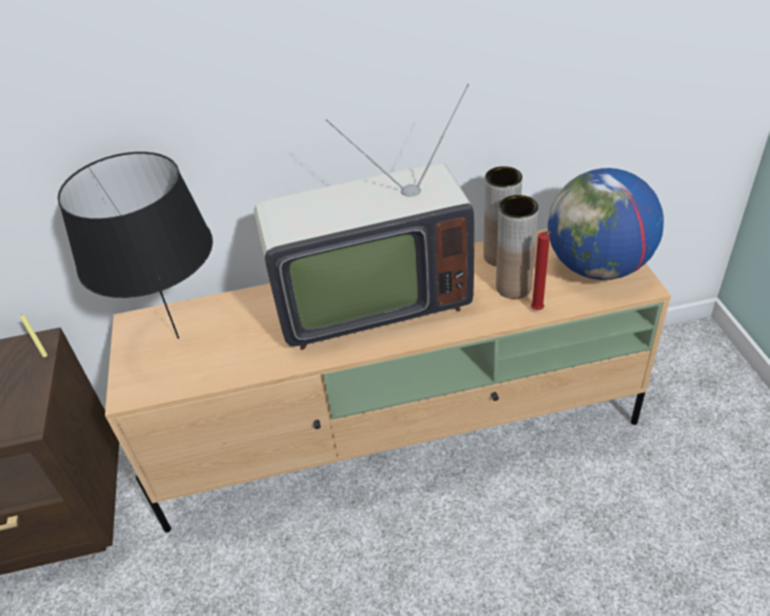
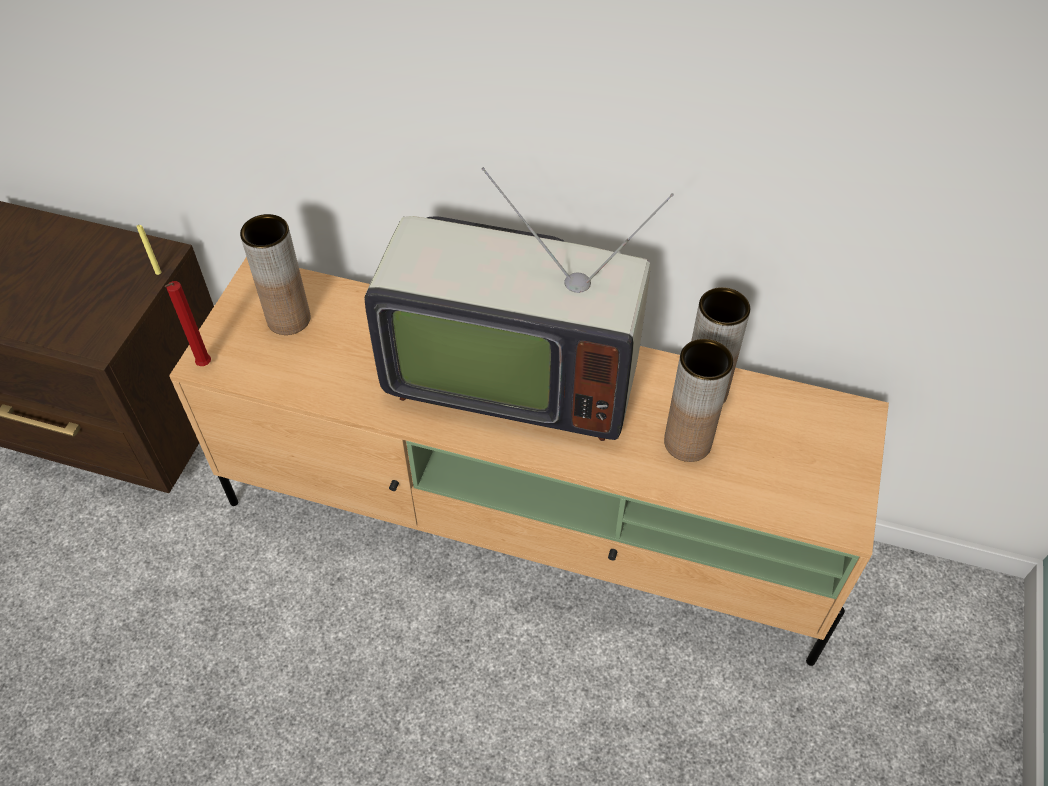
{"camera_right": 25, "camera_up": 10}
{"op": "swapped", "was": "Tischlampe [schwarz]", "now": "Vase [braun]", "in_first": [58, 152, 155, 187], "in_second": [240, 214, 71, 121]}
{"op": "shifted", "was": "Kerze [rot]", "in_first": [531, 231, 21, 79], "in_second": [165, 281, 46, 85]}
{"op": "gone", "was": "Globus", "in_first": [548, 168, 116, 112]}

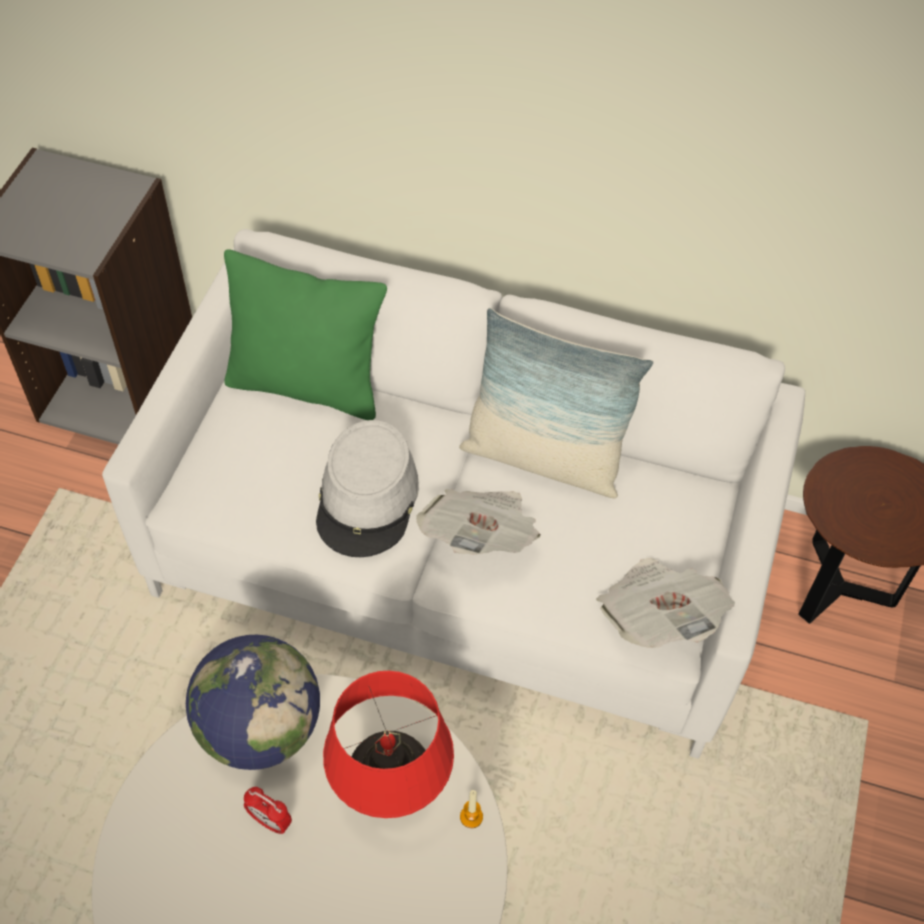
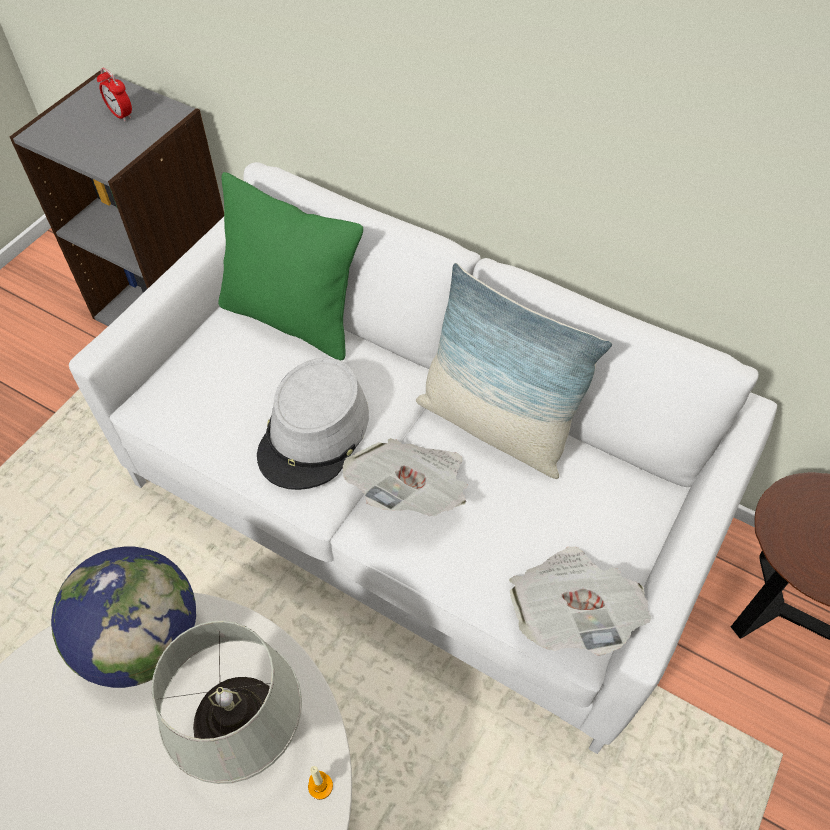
{"camera_right": 15, "camera_up": 0}
{"op": "shifted", "was": "Wecker", "in_first": [244, 787, 48, 47], "in_second": [97, 68, 35, 54]}
{"op": "repainted", "was": "Tischlampe [rot]", "now": "Tischlampe [weiß]", "in_first": [323, 671, 131, 147], "in_second": [151, 621, 151, 163]}

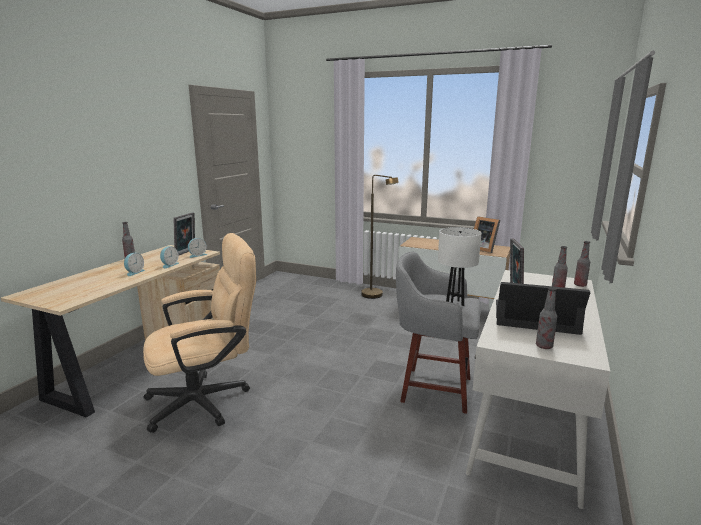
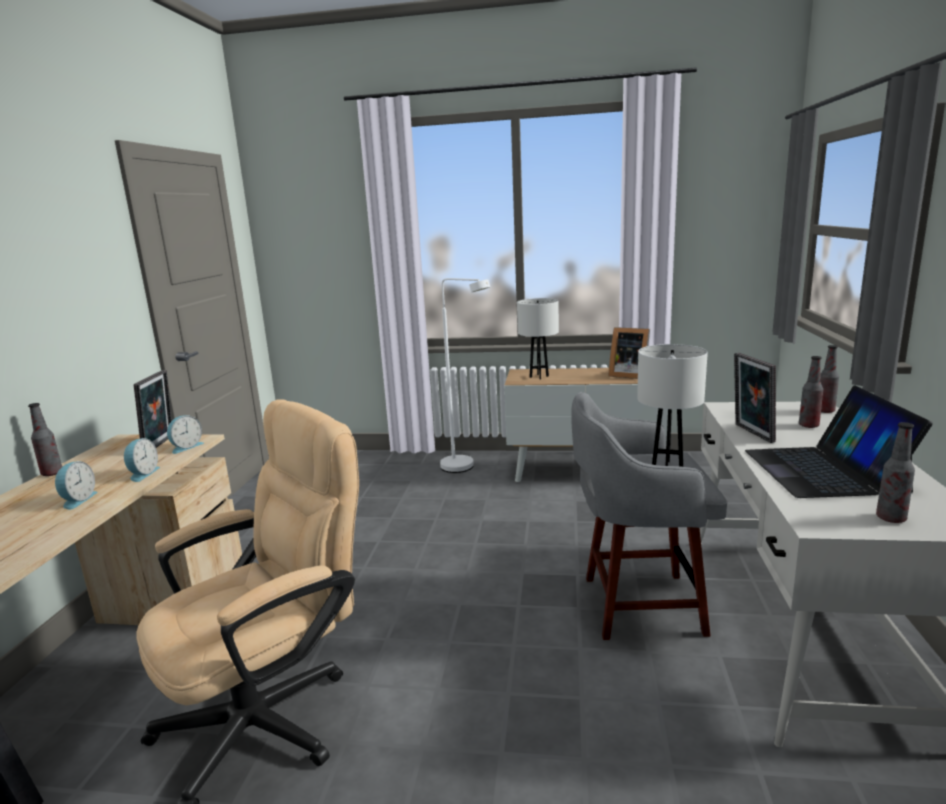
{"camera_right": -15, "camera_up": 0}
{"op": "repainted", "was": "Stehlampe [braun]", "now": "Stehlampe [weiß]", "in_first": [361, 175, 38, 124], "in_second": [440, 278, 50, 195]}
{"op": "rotated", "was": "Laptop", "in_first": [496, 282, 94, 53], "in_second": [745, 386, 188, 112], "clockwise": -90}
{"op": "new", "now": "Tischlampe [weiß]", "in_second": [517, 298, 42, 81]}

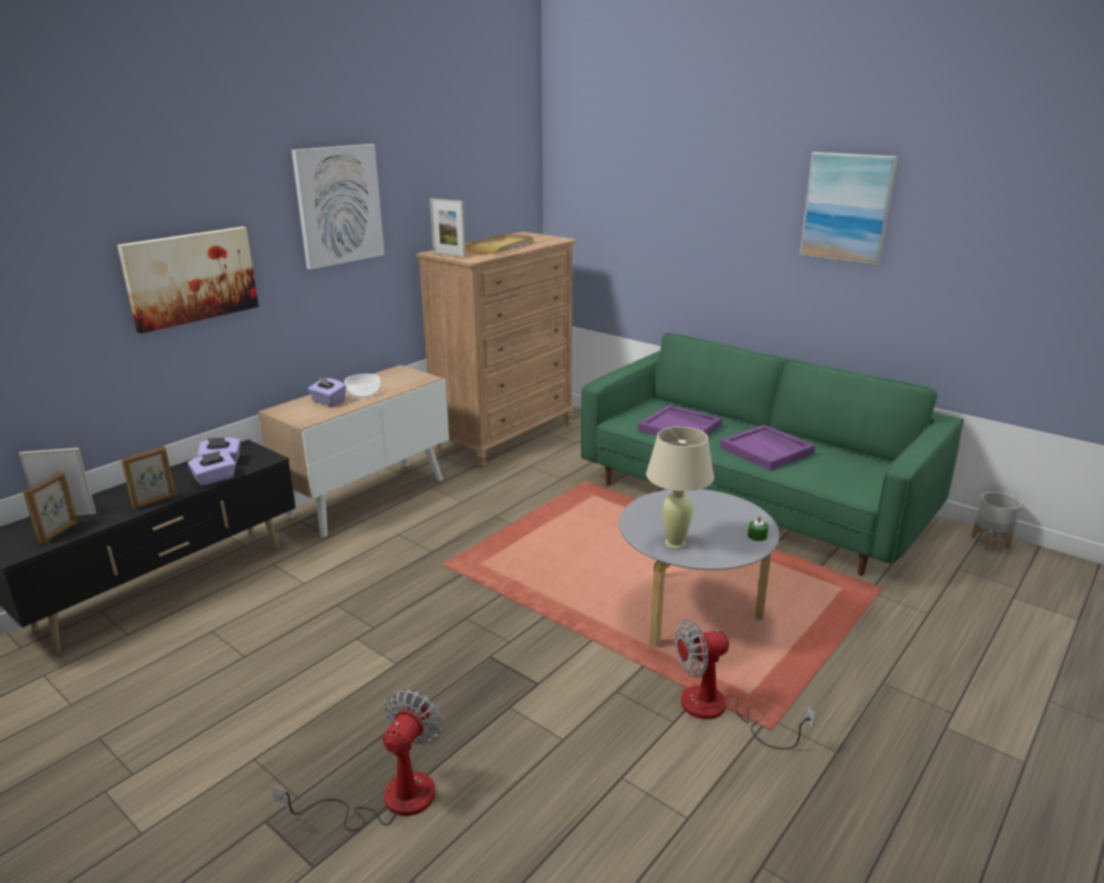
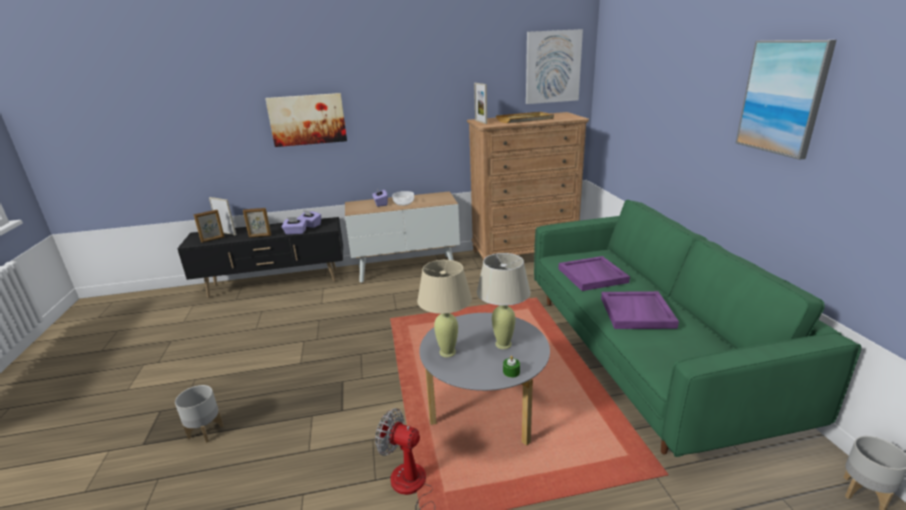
{"camera_right": 40, "camera_up": 0}
{"op": "swapped", "was": "Ventilator", "now": "Pflanzkübel [grau]", "in_first": [273, 690, 170, 141], "in_second": [175, 385, 49, 58]}
{"op": "shifted", "was": "Bild", "in_first": [292, 144, 93, 126], "in_second": [526, 29, 57, 75]}
{"op": "new", "now": "Tischlampe [beige]", "in_second": [477, 253, 54, 96]}

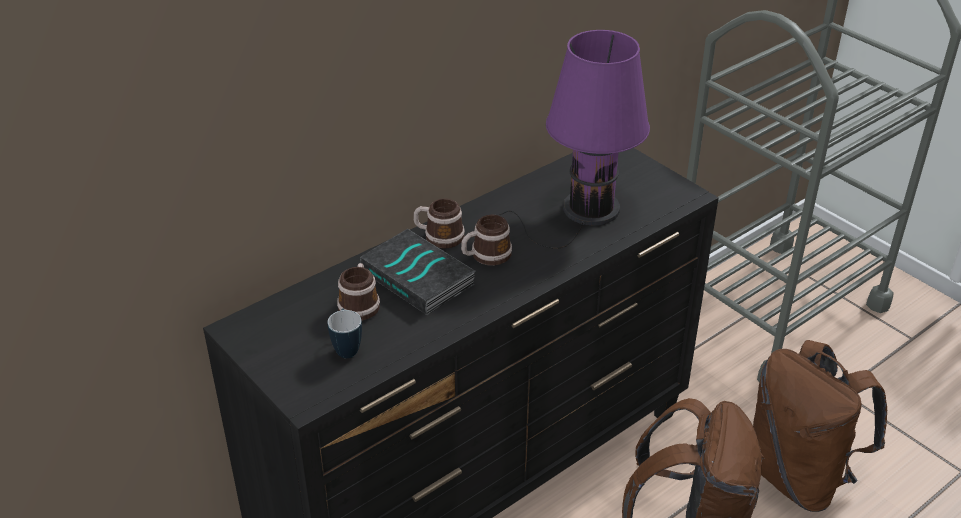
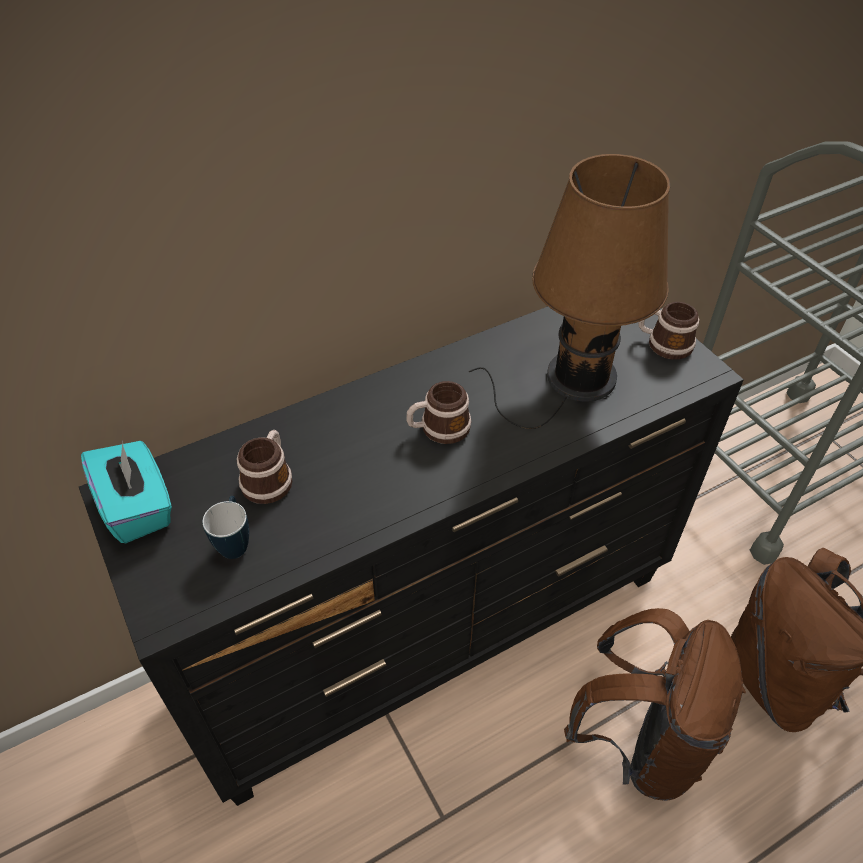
{"camera_right": 10, "camera_up": 10}
{"op": "gone", "was": "Buch", "in_first": [360, 228, 116, 87]}
{"op": "shifted", "was": "Henkelbecher", "in_first": [413, 198, 52, 51], "in_second": [638, 302, 61, 58]}
{"op": "repainted", "was": "Tischlampe [lila]", "now": "Tischlampe [braun]", "in_first": [499, 30, 151, 219], "in_second": [469, 154, 201, 275]}
{"op": "new", "now": "Taschentuchbox [türkis]", "in_second": [81, 441, 91, 102]}

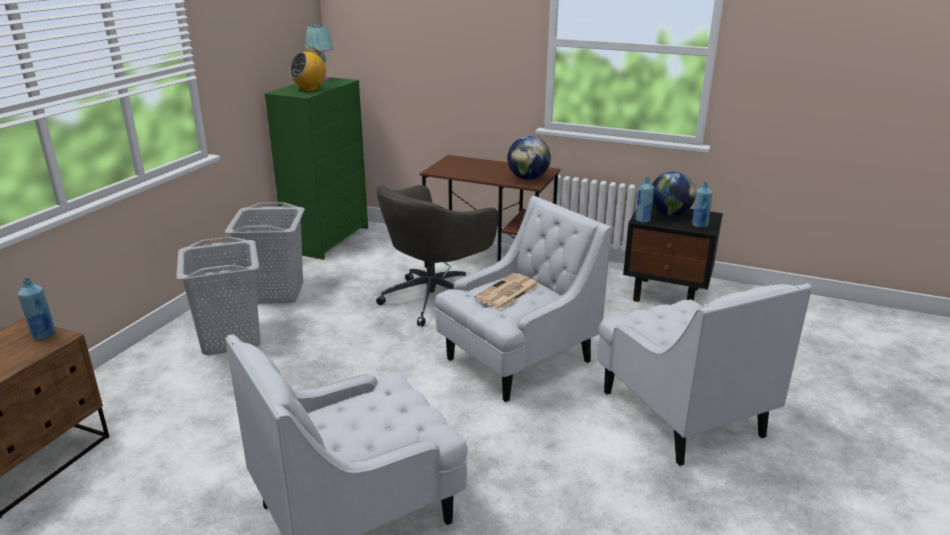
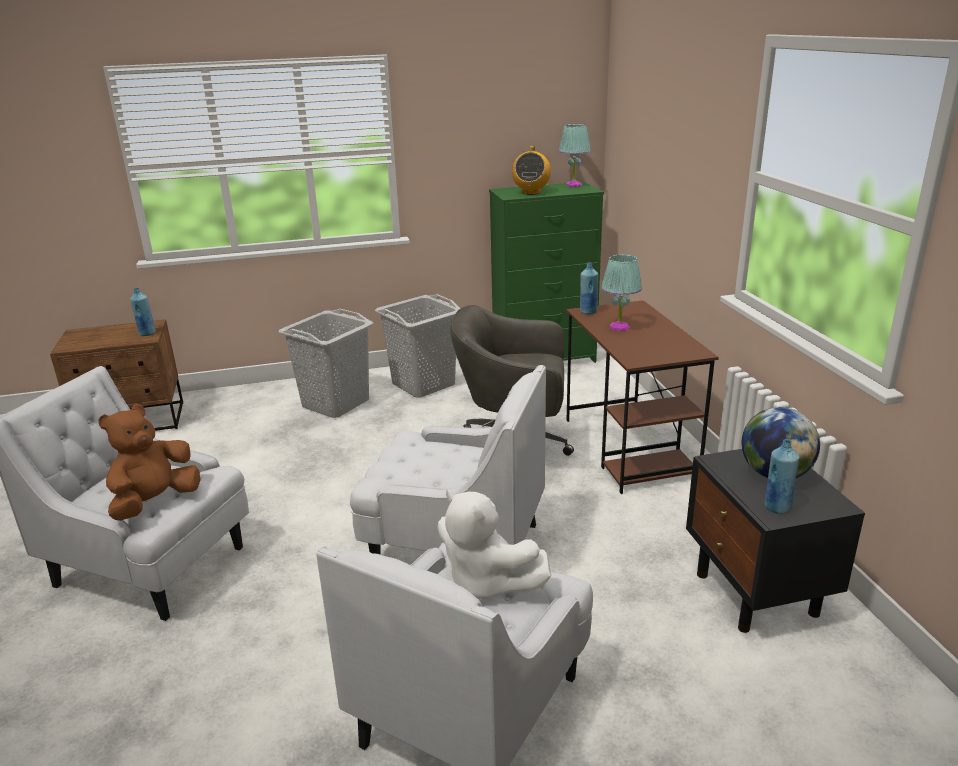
{"camera_right": 55, "camera_up": 0}
{"op": "rotated", "was": "Radio", "in_first": [289, 47, 37, 44], "in_second": [512, 146, 39, 49], "clockwise": -90}
{"op": "gone", "was": "Zeitung", "in_first": [474, 273, 65, 36]}
{"op": "gone", "was": "Globus", "in_first": [507, 136, 44, 44]}
{"op": "shifted", "was": "Flasche [blau]", "in_first": [635, 177, 19, 46], "in_second": [580, 262, 18, 52]}
{"op": "new", "now": "Plüschtier [braun]", "in_second": [98, 404, 102, 117]}
{"op": "new", "now": "Plüschtier [weiß]", "in_second": [437, 490, 114, 109]}
{"op": "new", "now": "Tischlampe [türkis]", "in_second": [602, 254, 40, 77]}

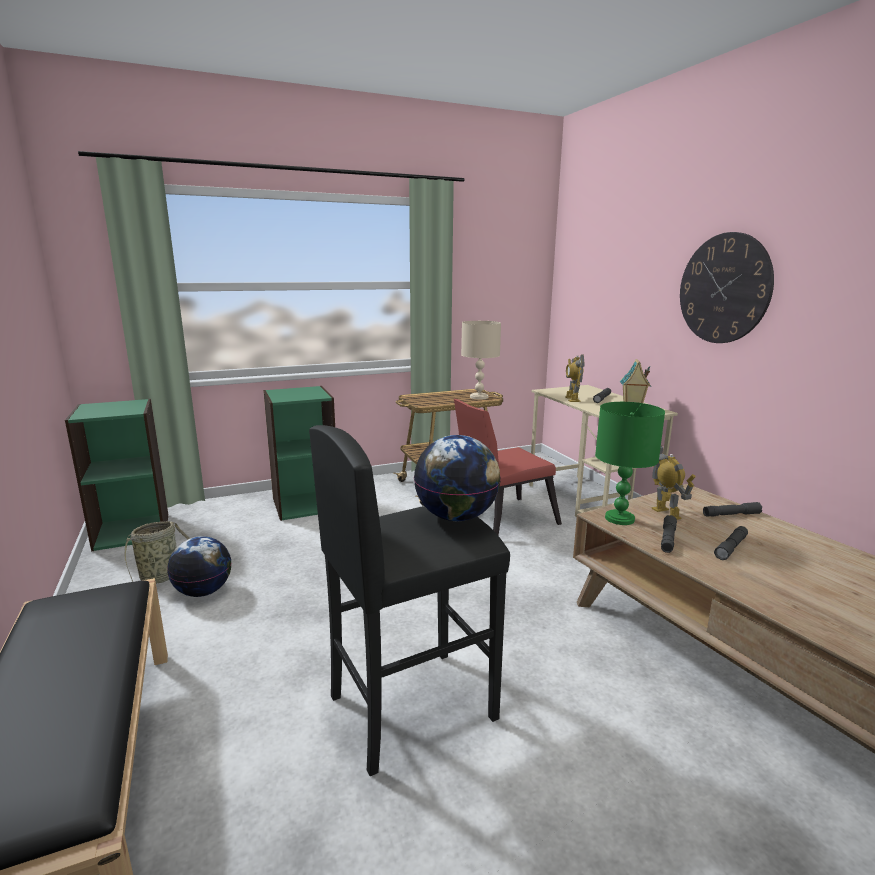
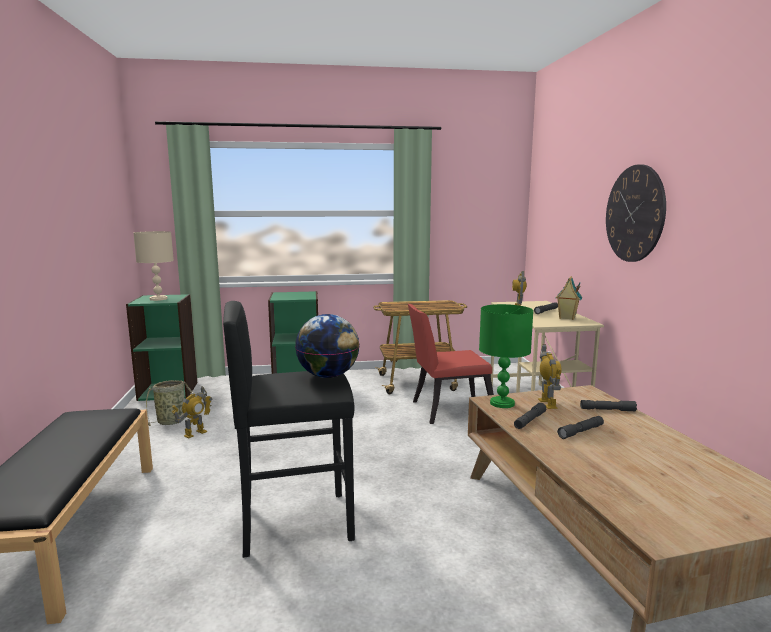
{"camera_right": 15, "camera_up": -5}
{"op": "swapped", "was": "Globus", "now": "Spielzeugroboter", "in_first": [167, 536, 65, 61], "in_second": [172, 386, 41, 53]}
{"op": "shifted", "was": "Tischlampe [beige]", "in_first": [461, 321, 40, 79], "in_second": [134, 231, 40, 70]}

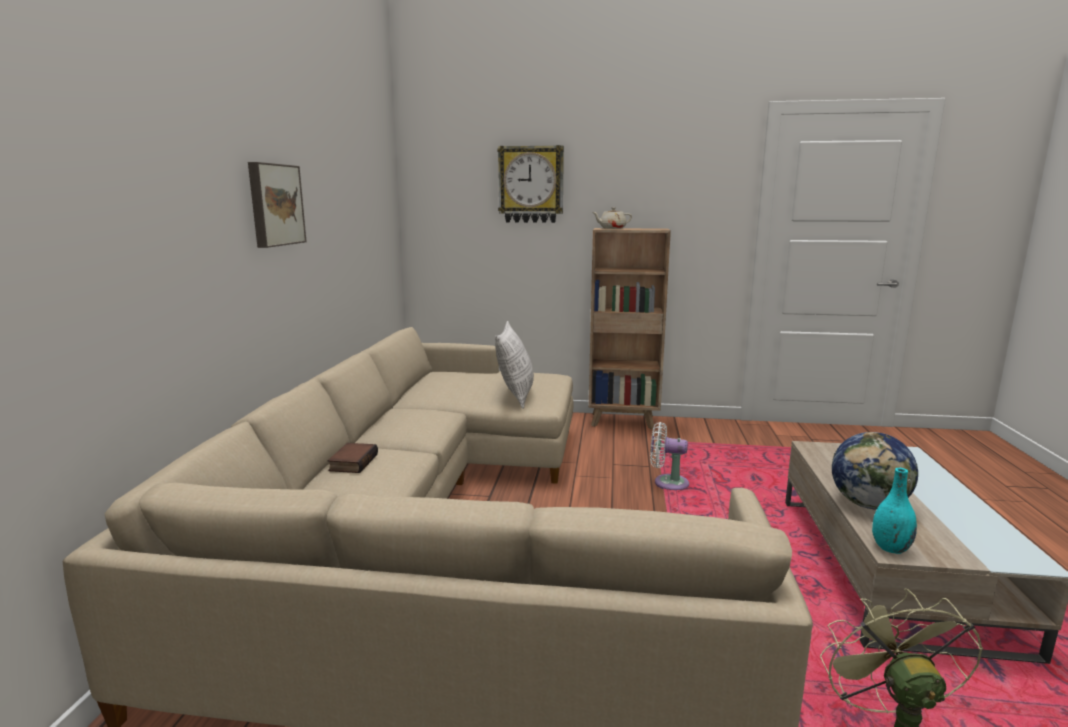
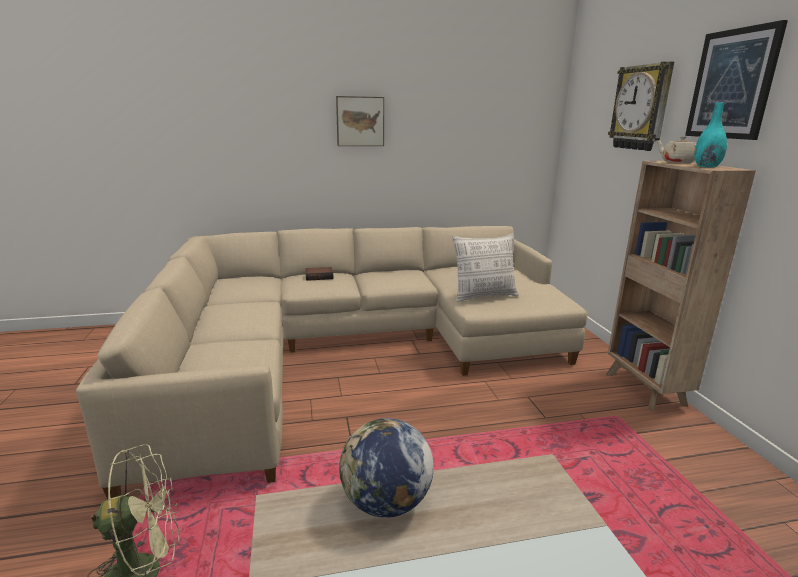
{"camera_right": 70, "camera_up": 5}
{"op": "gone", "was": "Ventilator [weiß]", "in_first": [650, 422, 39, 68]}
{"op": "shifted", "was": "Vase [türkis]", "in_first": [872, 468, 45, 86], "in_second": [694, 102, 33, 65]}
{"op": "new", "now": "Bild", "in_second": [685, 20, 103, 120]}

